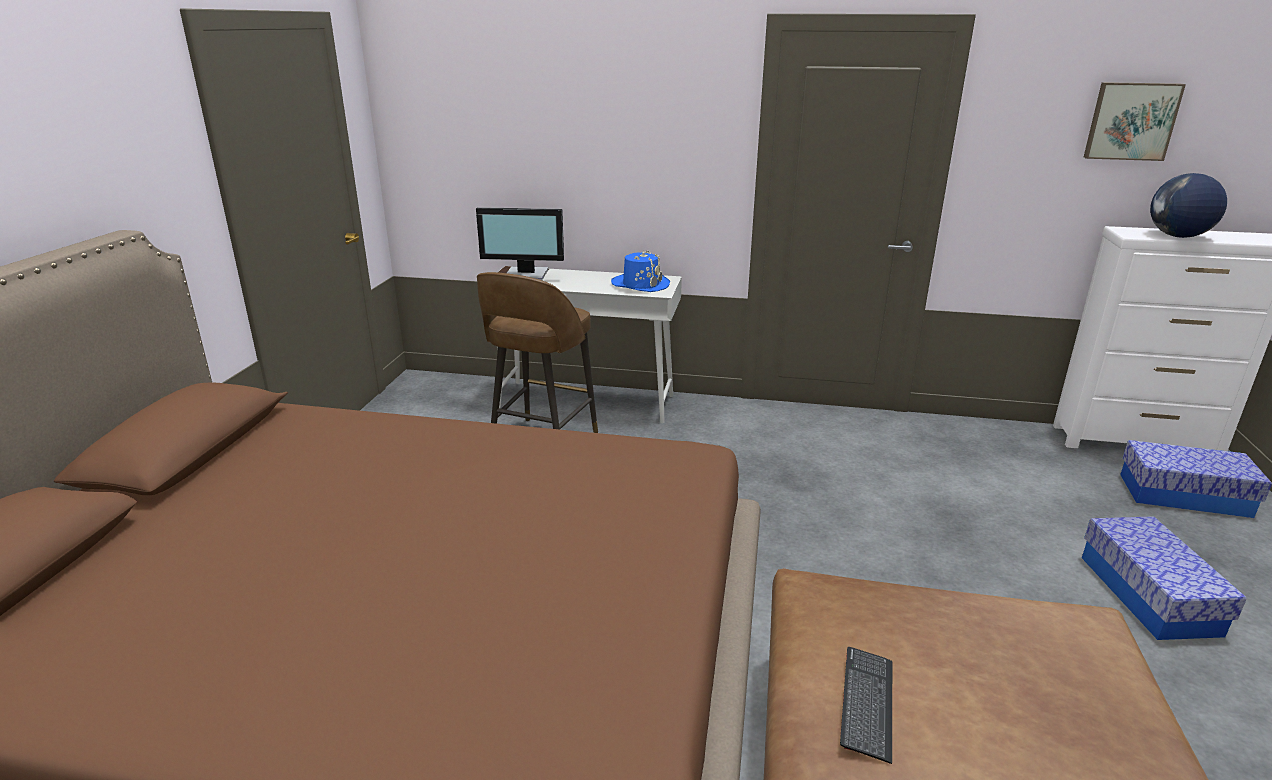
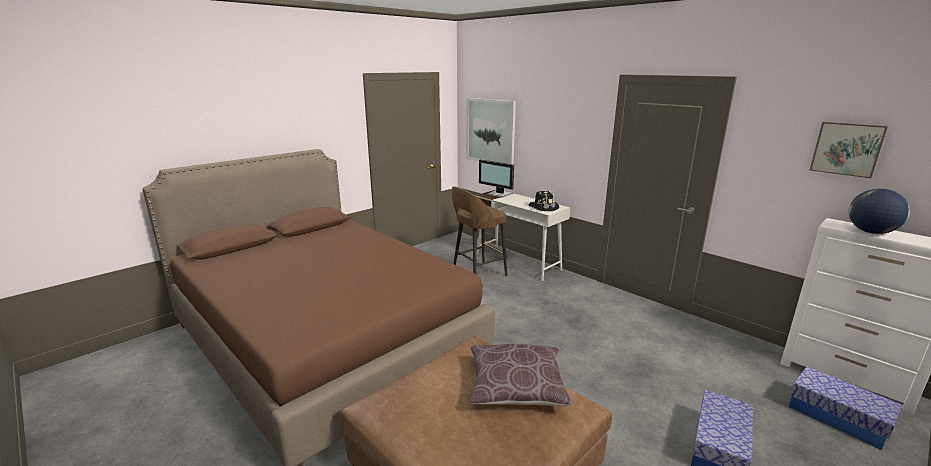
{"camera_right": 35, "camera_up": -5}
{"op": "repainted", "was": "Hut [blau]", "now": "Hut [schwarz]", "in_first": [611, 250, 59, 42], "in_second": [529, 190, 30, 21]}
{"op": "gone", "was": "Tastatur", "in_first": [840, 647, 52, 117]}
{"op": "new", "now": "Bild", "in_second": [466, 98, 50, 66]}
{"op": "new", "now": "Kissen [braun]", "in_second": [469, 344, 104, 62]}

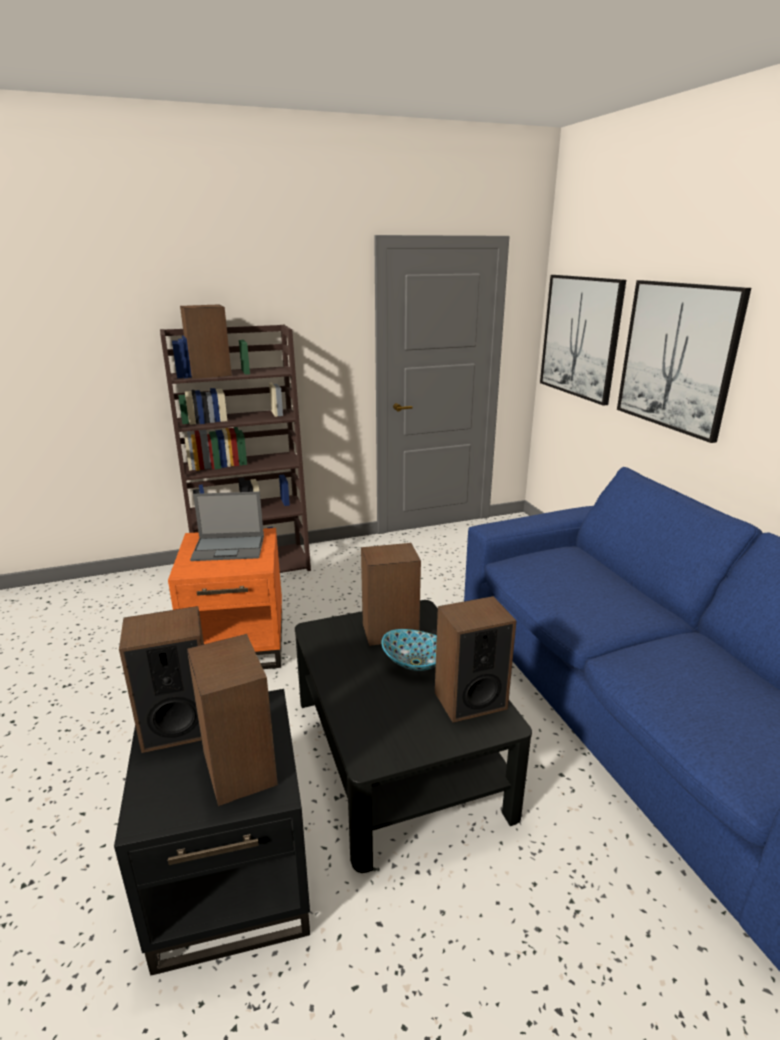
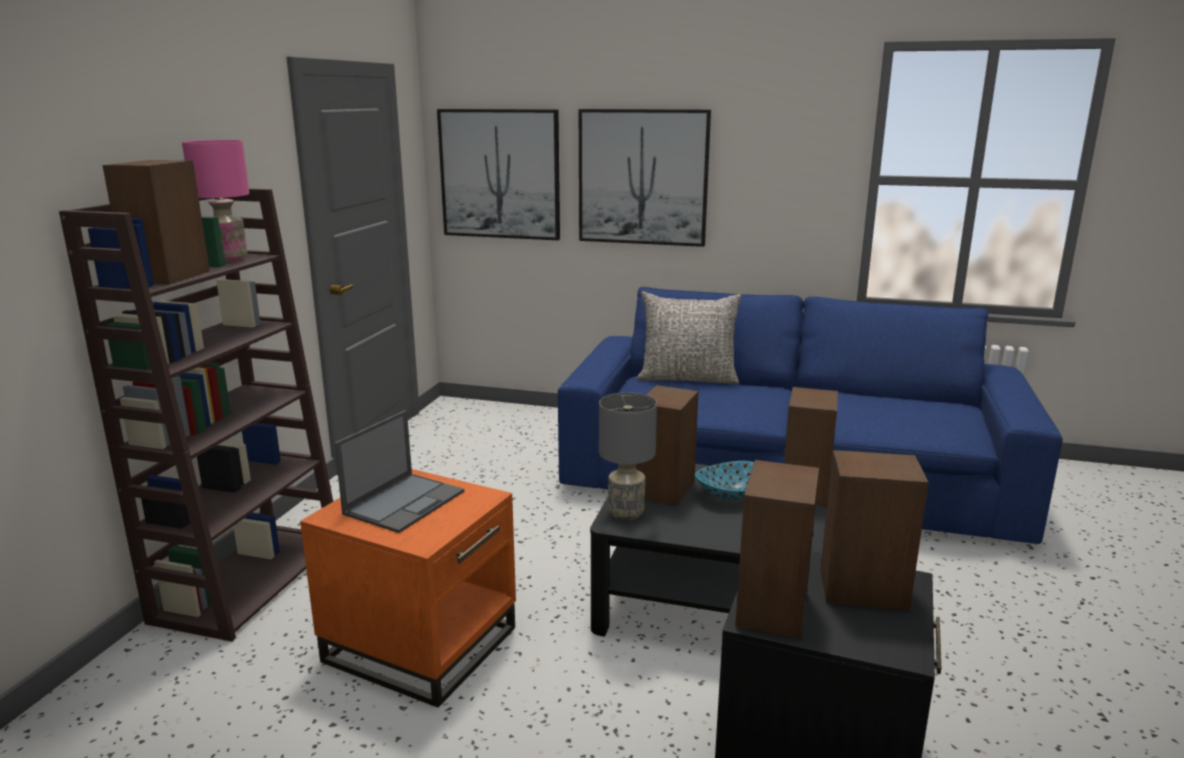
{"camera_right": -55, "camera_up": -5}
{"op": "new", "now": "Tischlampe [rosa]", "in_second": [182, 140, 67, 123]}
{"op": "new", "now": "Tischlampe [grau]", "in_second": [599, 392, 58, 128]}
{"op": "new", "now": "Kissen [grau]", "in_second": [637, 291, 105, 93]}

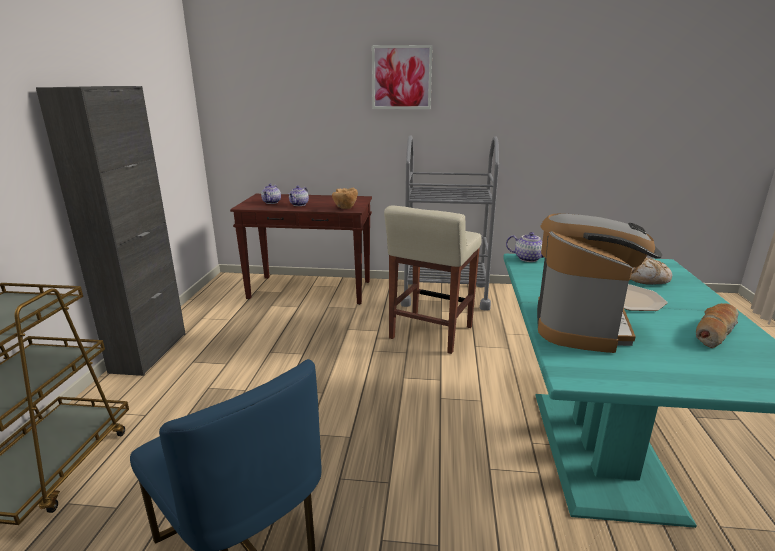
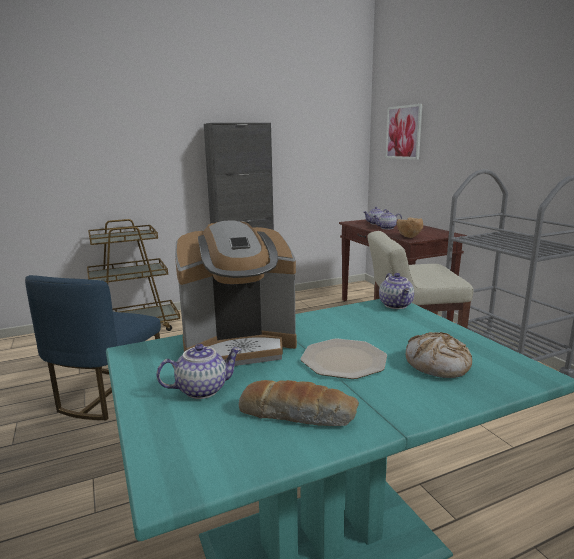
{"camera_right": 60, "camera_up": -5}
{"op": "shifted", "was": "Bild", "in_first": [372, 45, 61, 64], "in_second": [385, 104, 38, 56]}
{"op": "new", "now": "Teekanne", "in_second": [156, 344, 86, 55]}

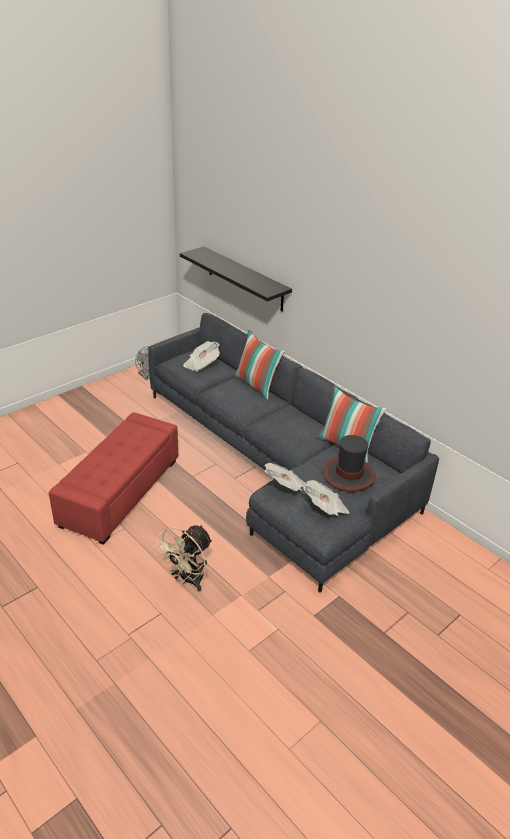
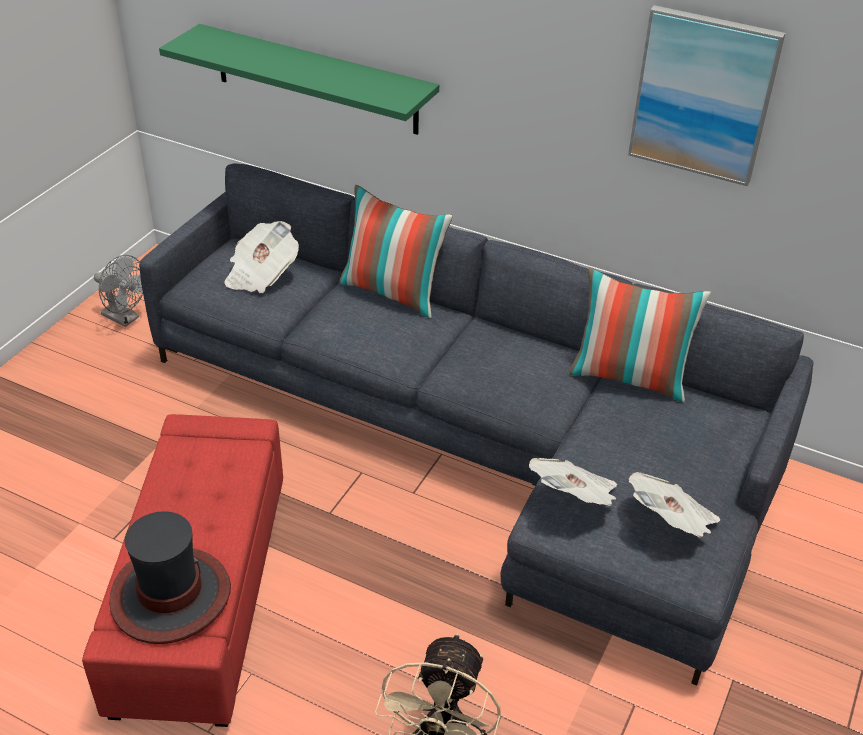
{"camera_right": -20, "camera_up": 5}
{"op": "repainted", "was": "Wandregal [schwarz]", "now": "Wandregal [grün]", "in_first": [180, 247, 112, 65], "in_second": [159, 24, 280, 111]}
{"op": "shifted", "was": "Hut", "in_first": [323, 435, 53, 57], "in_second": [109, 511, 122, 133]}
{"op": "new", "now": "Bild", "in_second": [628, 5, 157, 181]}

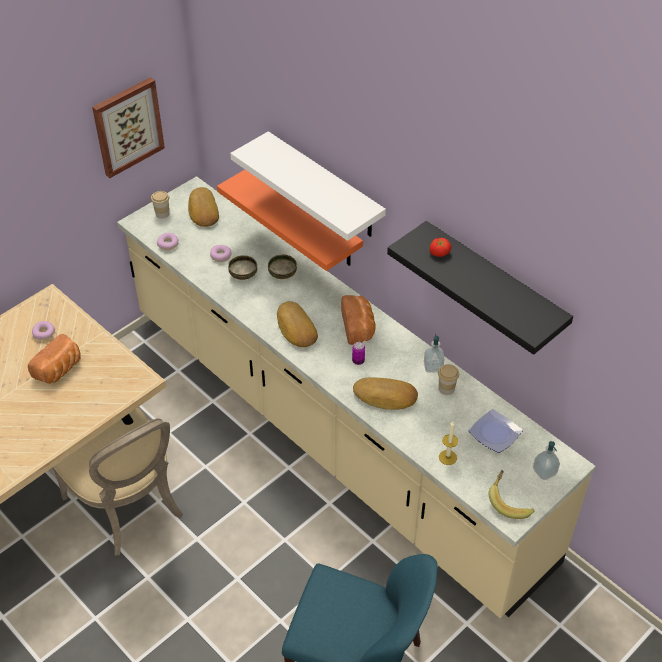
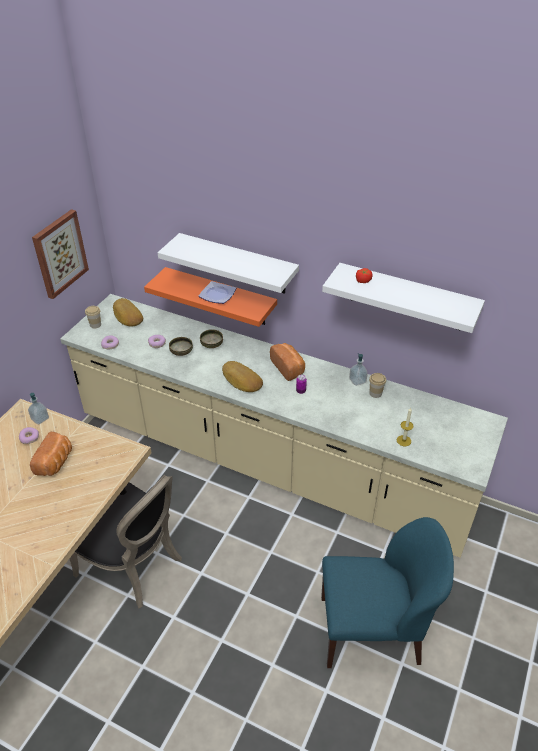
{"camera_right": -20, "camera_up": -5}
{"op": "repainted", "was": "Stuhl [beige]", "now": "Stuhl [schwarz]", "in_first": [53, 407, 130, 149], "in_second": [69, 475, 113, 133]}
{"op": "gone", "was": "Brot", "in_first": [353, 377, 65, 33]}
{"op": "repainted", "was": "Wandregal [schwarz]", "now": "Wandregal [weiß]", "in_first": [387, 221, 186, 134], "in_second": [322, 263, 163, 70]}
{"op": "shifted", "was": "Teller", "in_first": [469, 409, 54, 44], "in_second": [199, 281, 37, 23]}
{"op": "gone", "was": "Banane", "in_first": [489, 470, 45, 49]}
{"op": "shifted", "was": "Seifenspender", "in_first": [533, 441, 27, 39], "in_second": [28, 393, 21, 31]}

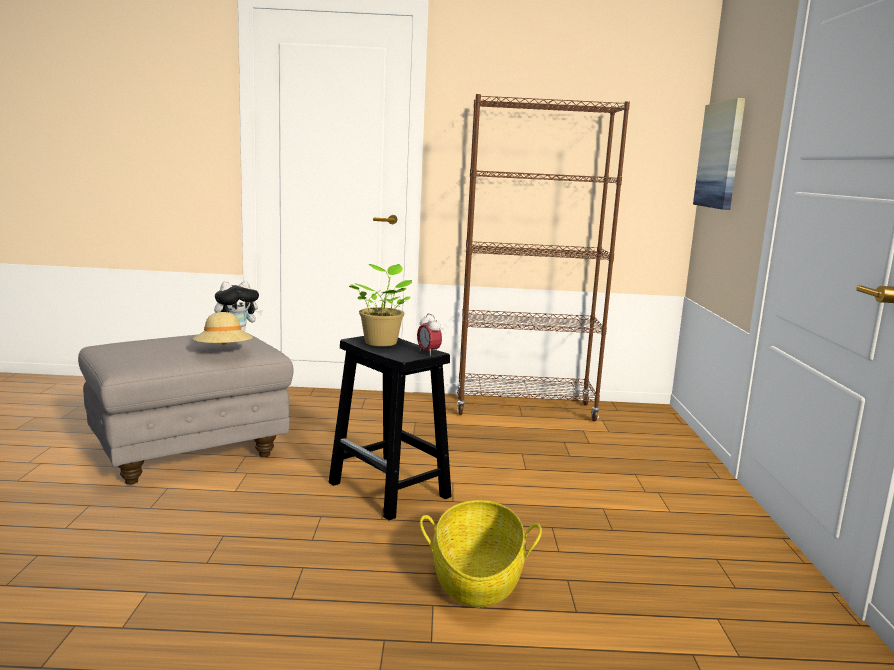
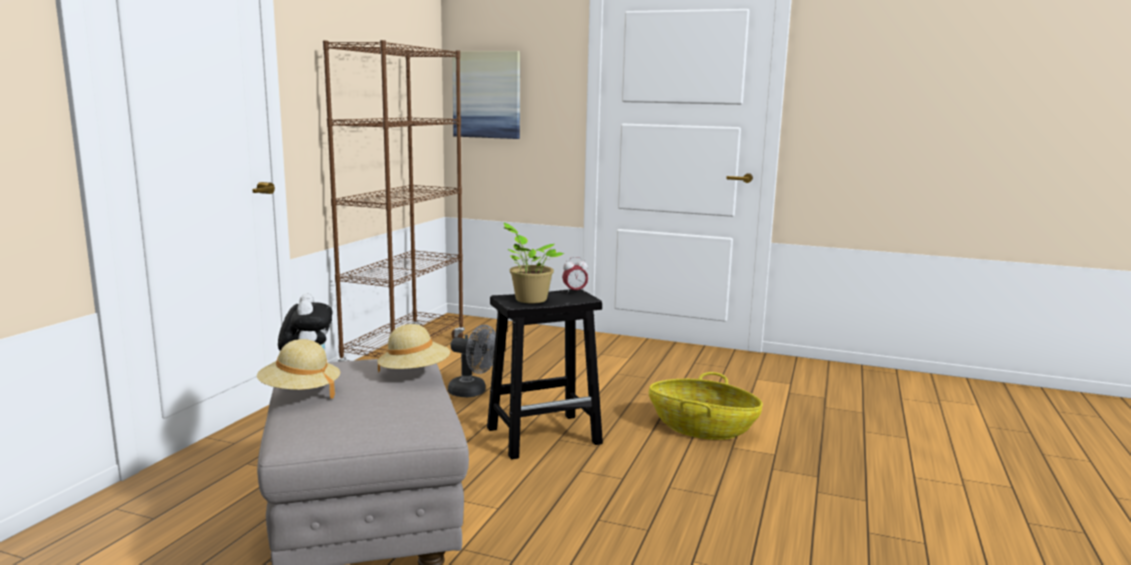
{"camera_right": -70, "camera_up": 0}
{"op": "new", "now": "Hut [beige]", "in_second": [257, 339, 84, 59]}
{"op": "new", "now": "Ventilator [grau]", "in_second": [448, 325, 48, 72]}

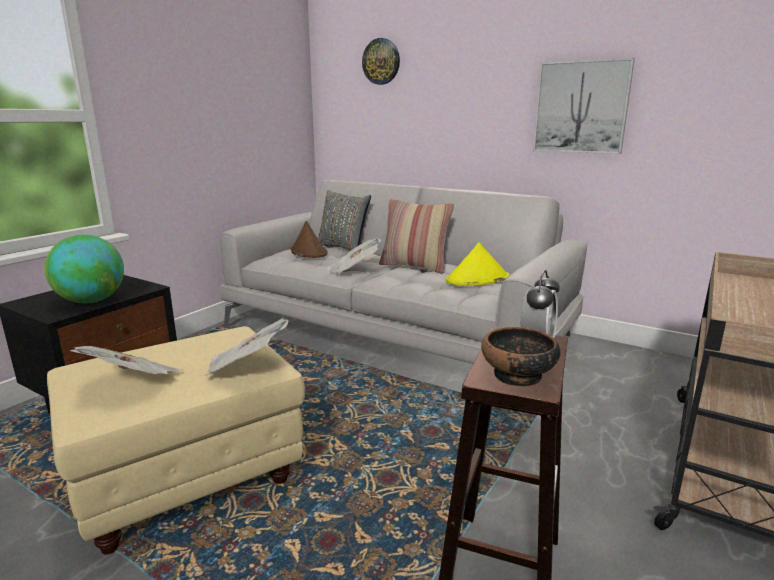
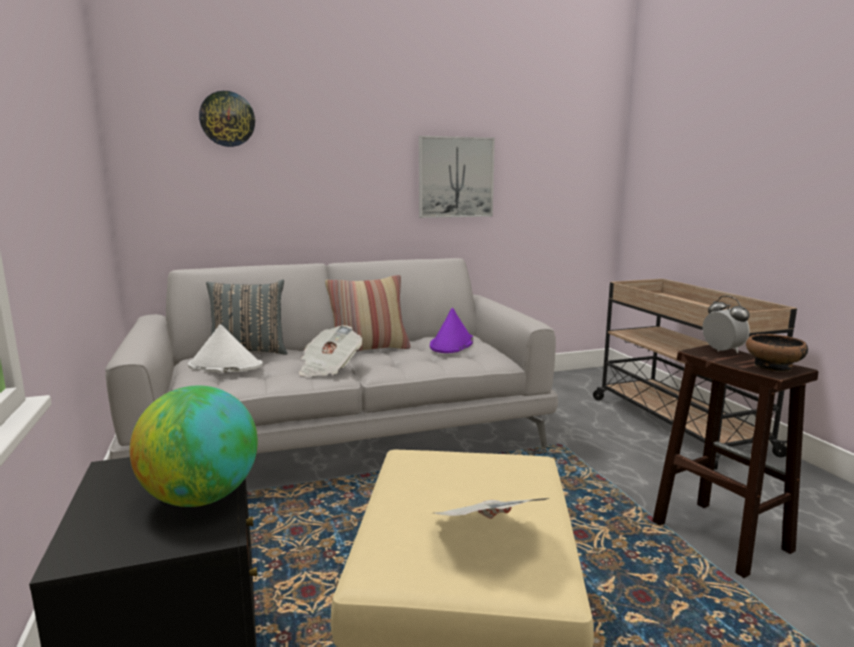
{"camera_right": -50, "camera_up": -5}
{"op": "gone", "was": "Zeitung", "in_first": [205, 318, 84, 58]}
{"op": "repainted", "was": "Hut [braun]", "now": "Hut [weiß]", "in_first": [290, 221, 38, 37], "in_second": [188, 324, 75, 49]}
{"op": "repainted", "was": "Hut [gelb]", "now": "Hut [lila]", "in_first": [446, 243, 64, 43], "in_second": [430, 308, 43, 45]}

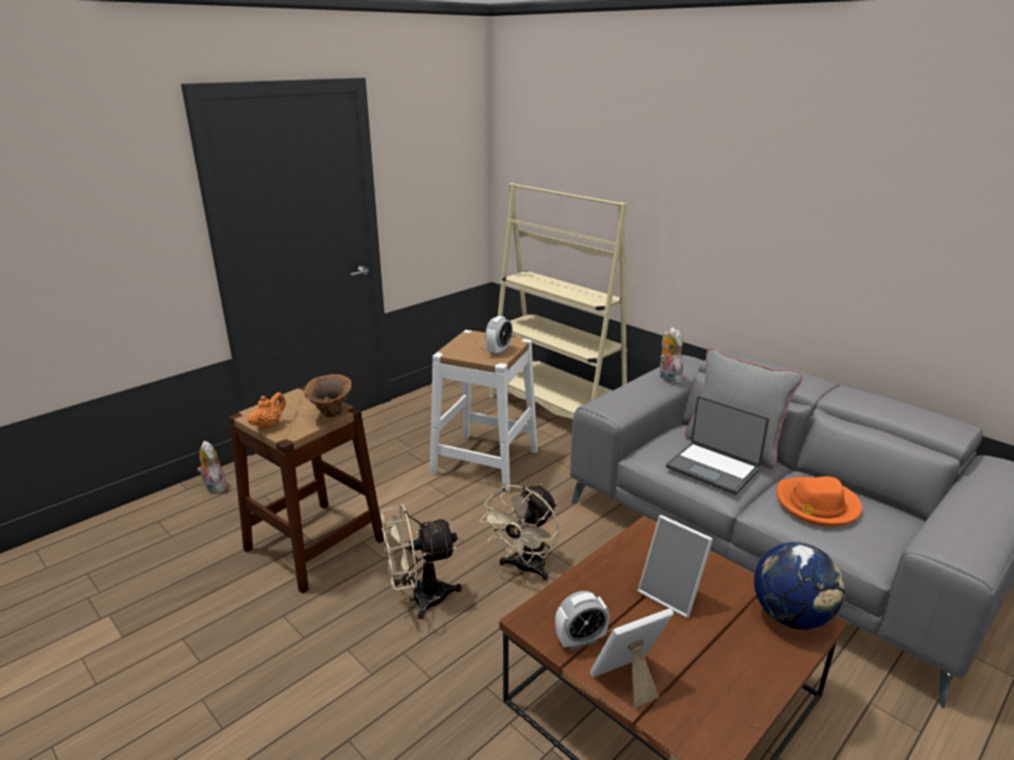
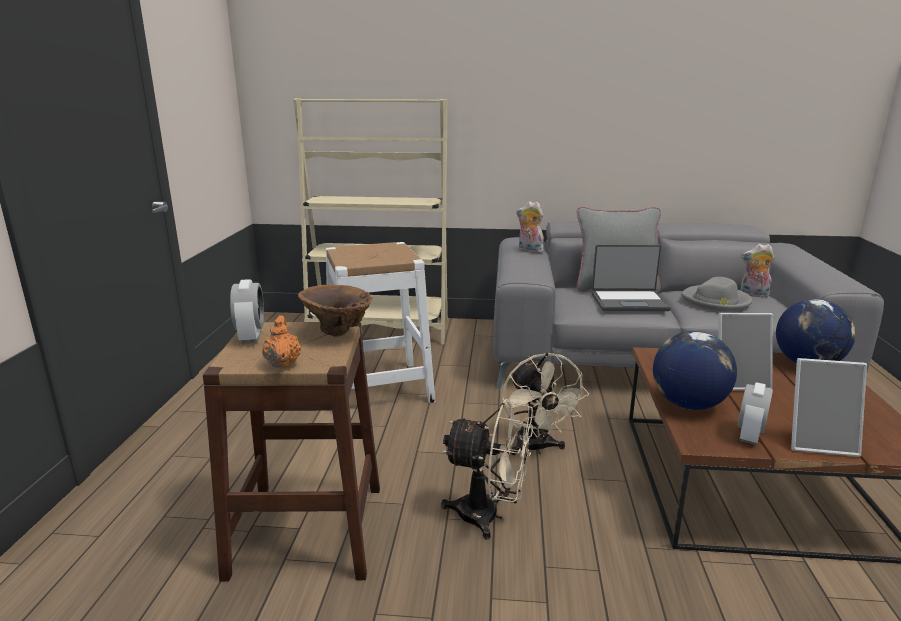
{"camera_right": -40, "camera_up": -5}
{"op": "shifted", "was": "Plüschtier", "in_first": [197, 441, 30, 52], "in_second": [740, 244, 34, 53]}
{"op": "rotated", "was": "Ventilator [beige]", "in_first": [381, 504, 81, 115], "in_second": [441, 399, 92, 140], "clockwise": -105}
{"op": "shifted", "was": "Wecker", "in_first": [485, 316, 28, 39], "in_second": [230, 279, 34, 65]}
{"op": "rotated", "was": "Bilderrahmen", "in_first": [590, 608, 84, 100], "in_second": [791, 358, 76, 99], "clockwise": -105}
{"op": "repainted", "was": "Hut [orange]", "now": "Hut [grau]", "in_first": [777, 476, 85, 51], "in_second": [681, 277, 71, 34]}
{"op": "new", "now": "Globus", "in_second": [653, 331, 84, 79]}

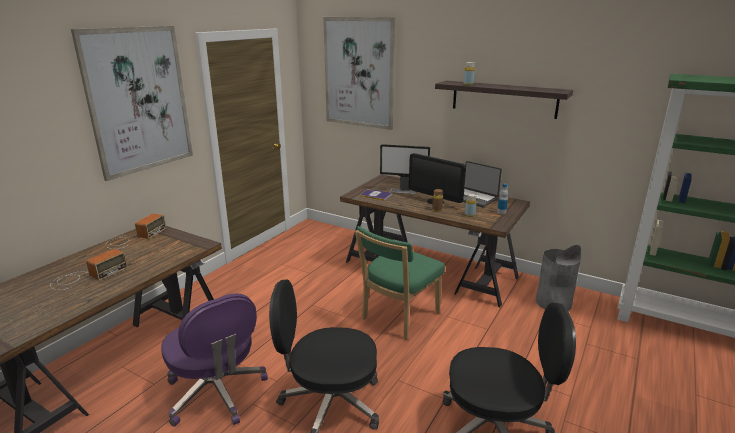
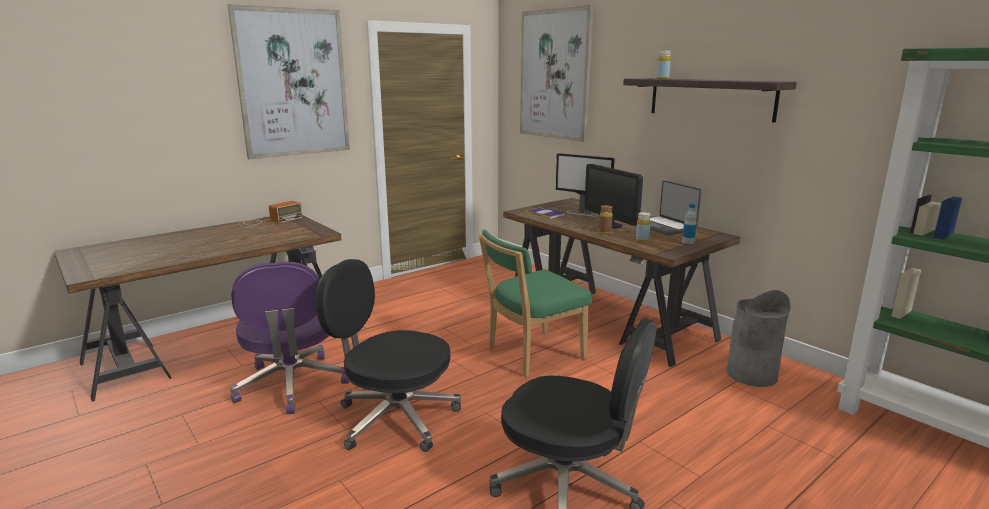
{"camera_right": 20, "camera_up": -5}
{"op": "gone", "was": "Radio", "in_first": [50, 249, 78, 41]}

